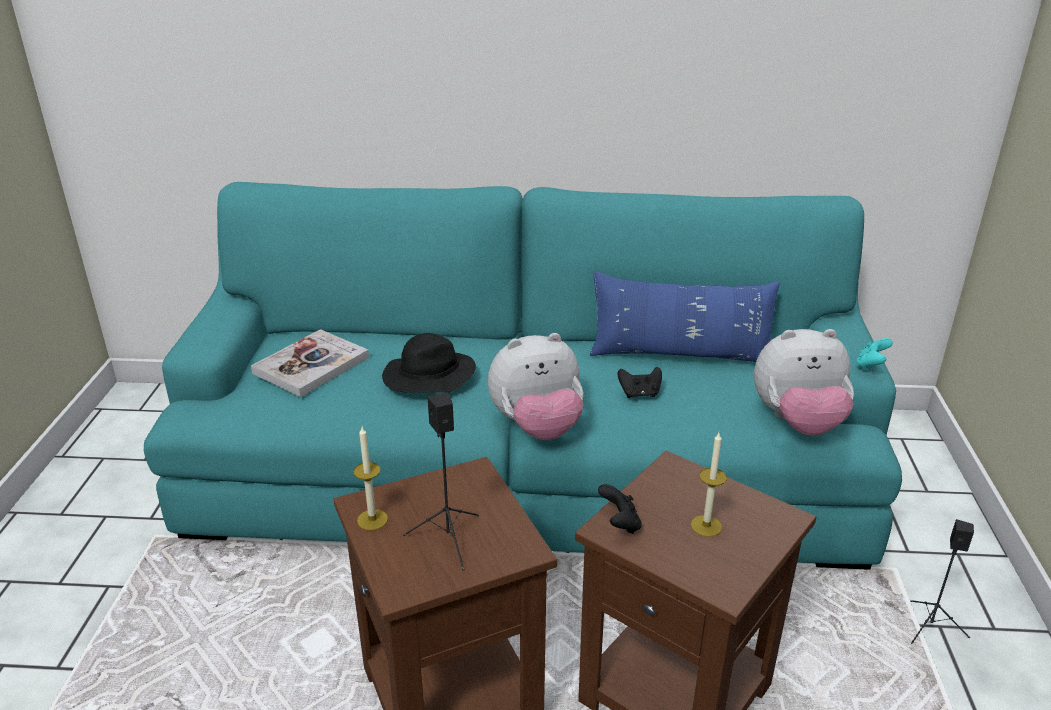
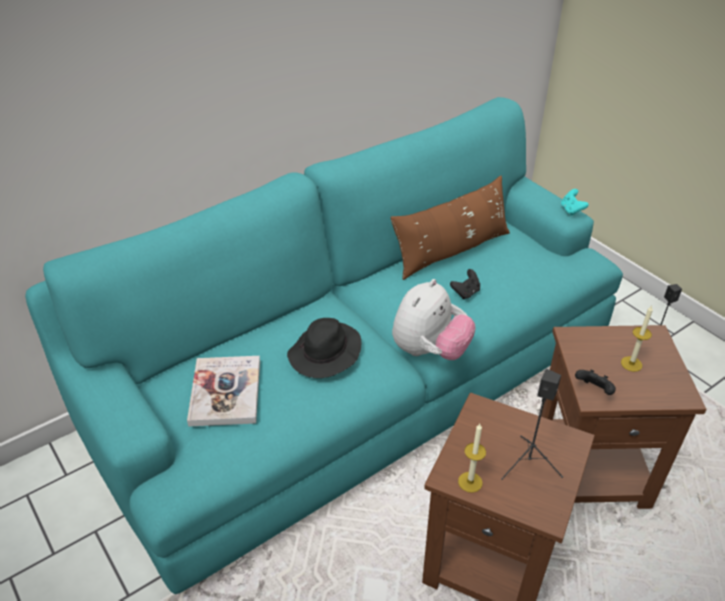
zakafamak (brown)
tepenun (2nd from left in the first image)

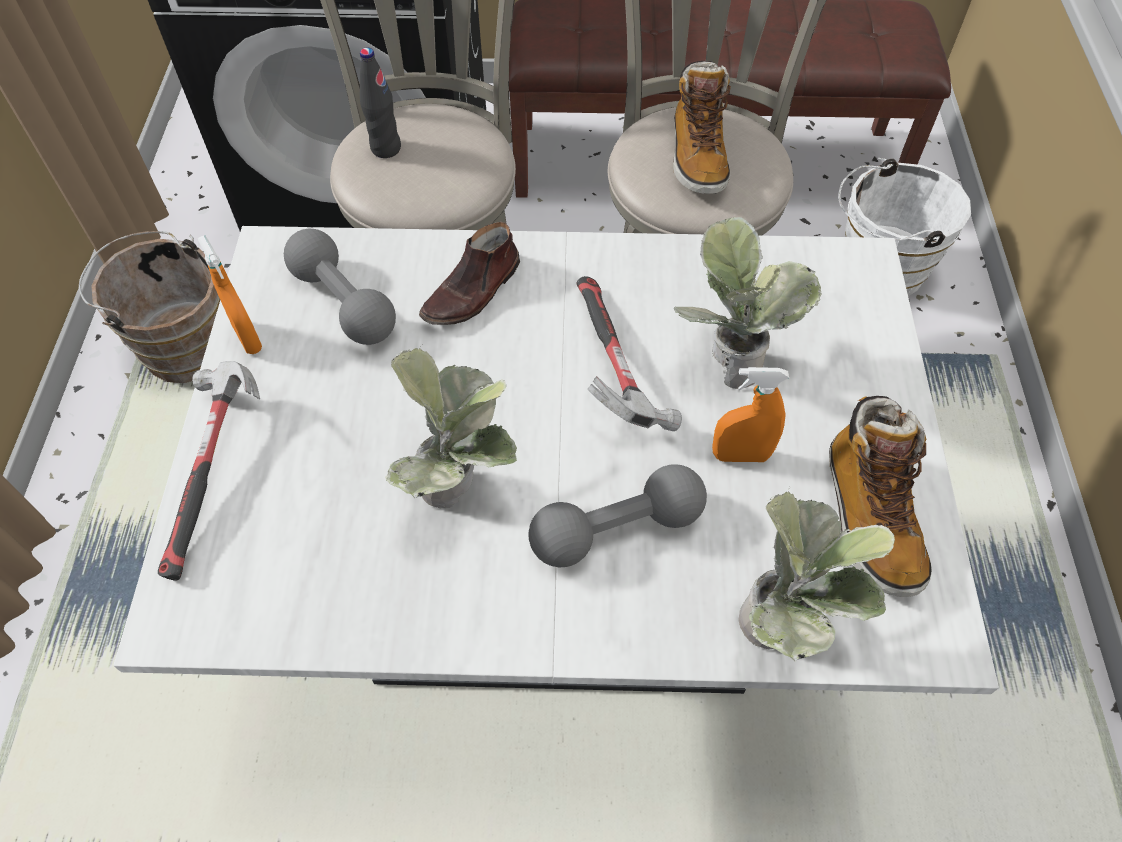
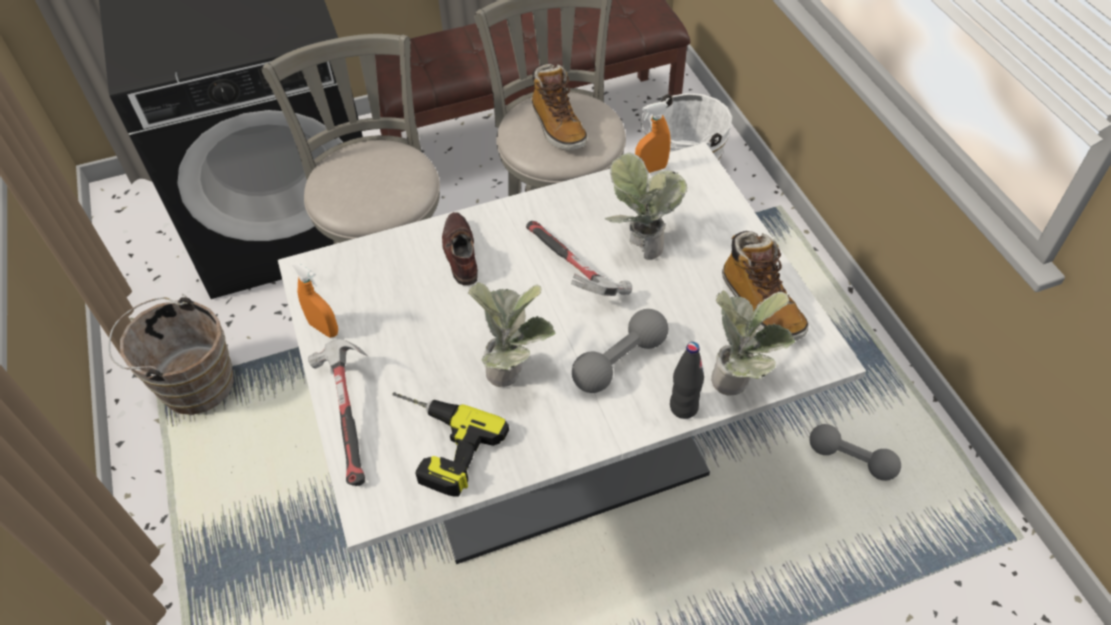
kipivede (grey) (2nd from left)
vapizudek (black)
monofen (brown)
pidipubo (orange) (2nd from left)
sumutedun

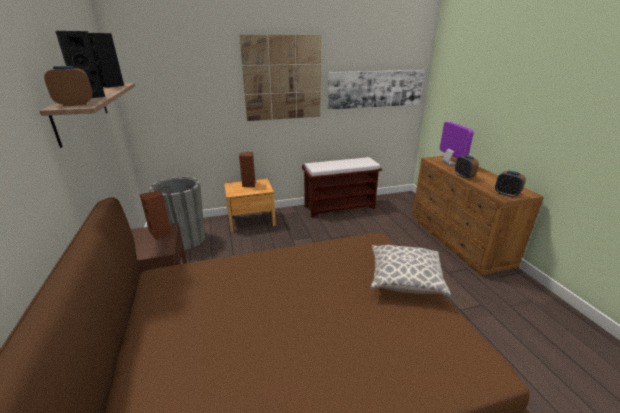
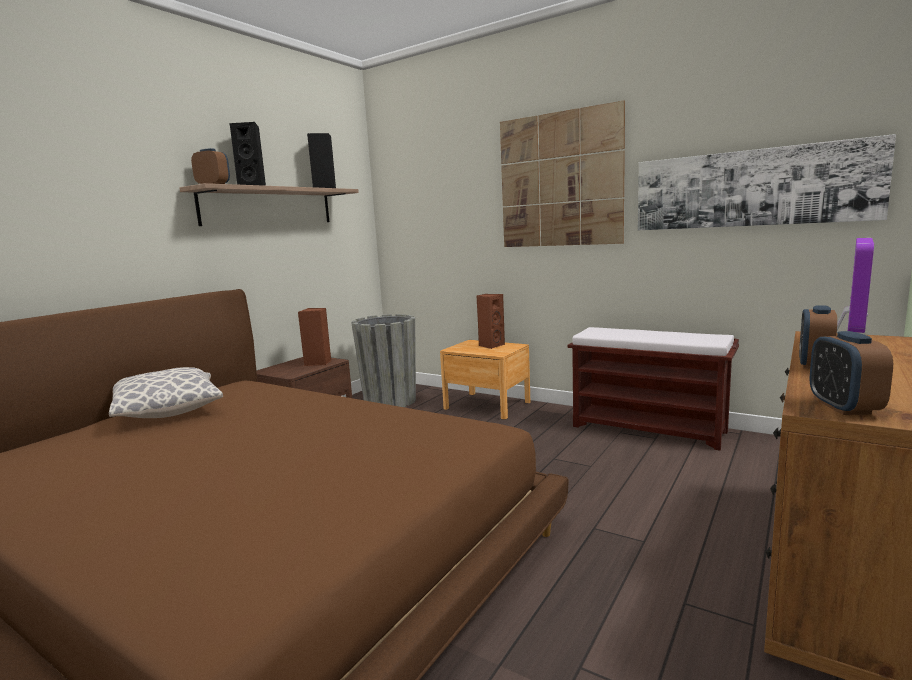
zakafamak

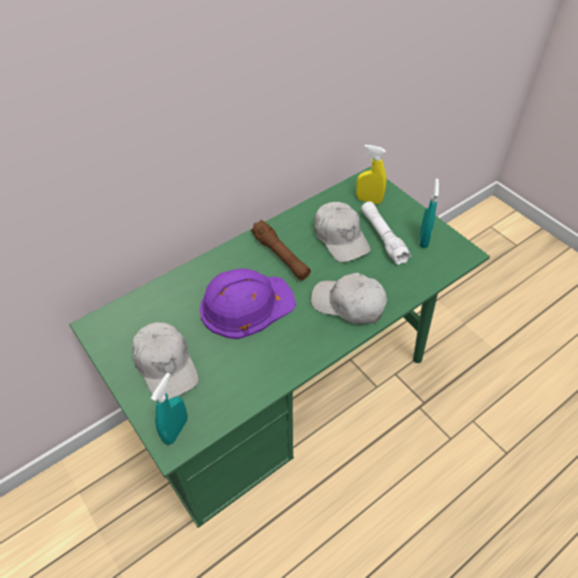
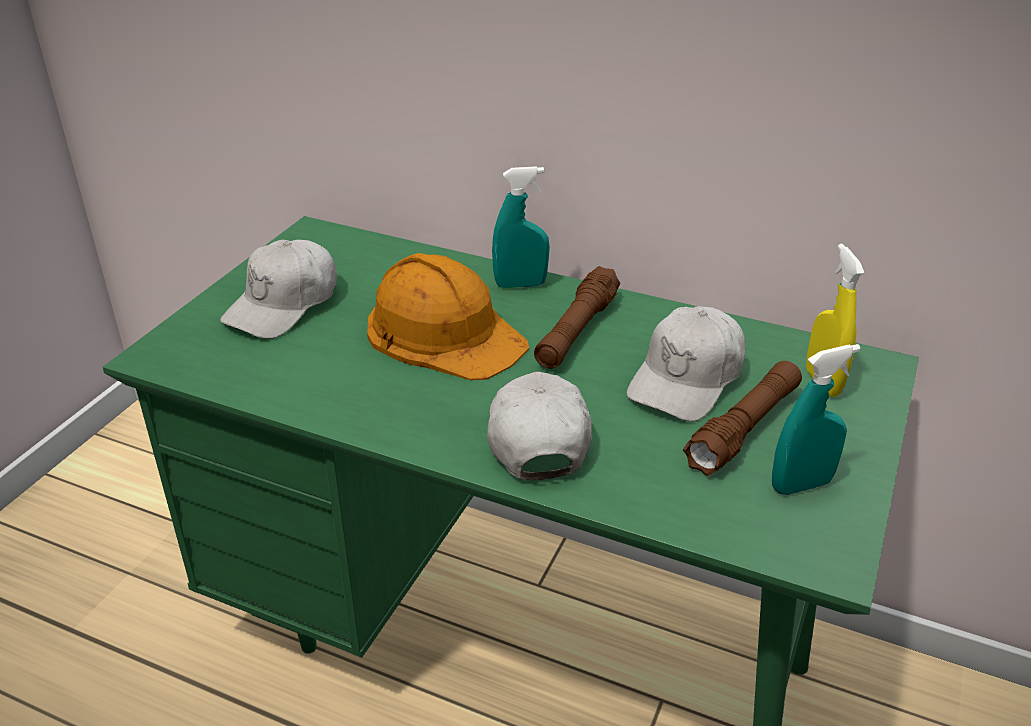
pidipubo (turquoise) (1st from left)
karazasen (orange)
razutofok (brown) (2nd from left)

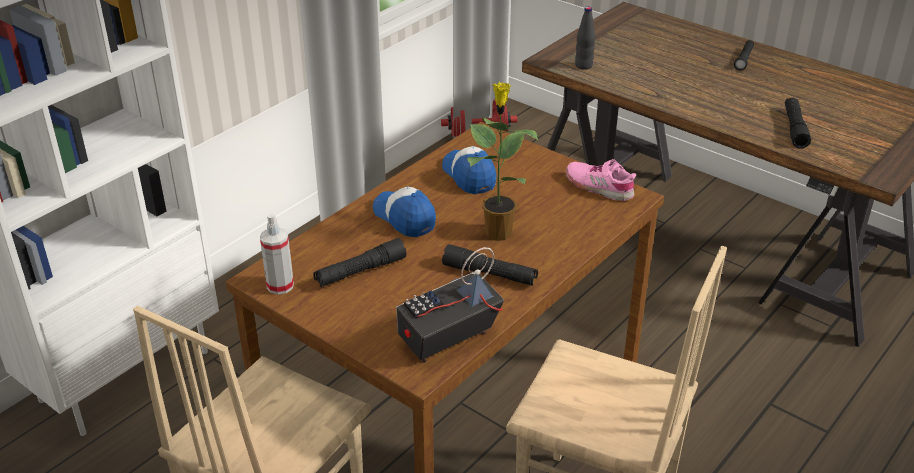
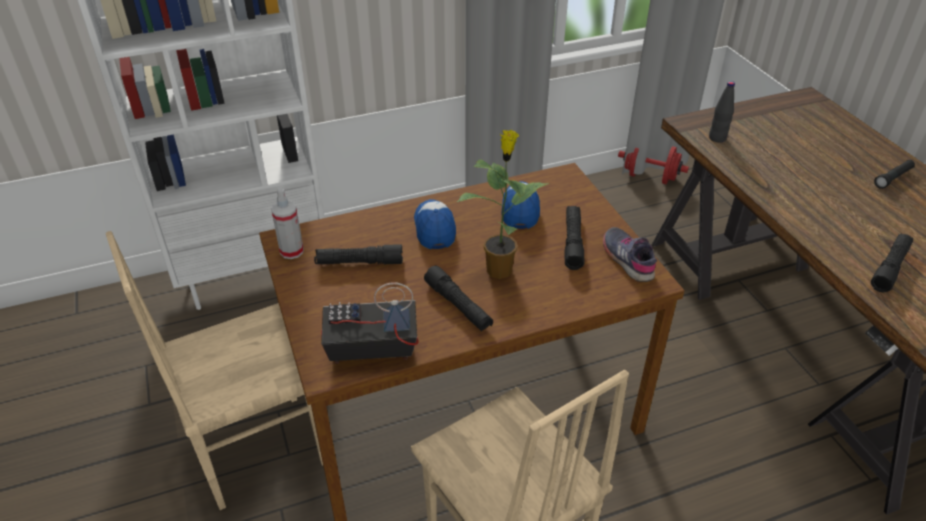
monofen (grey)
razutofok (black) (3rd from left)

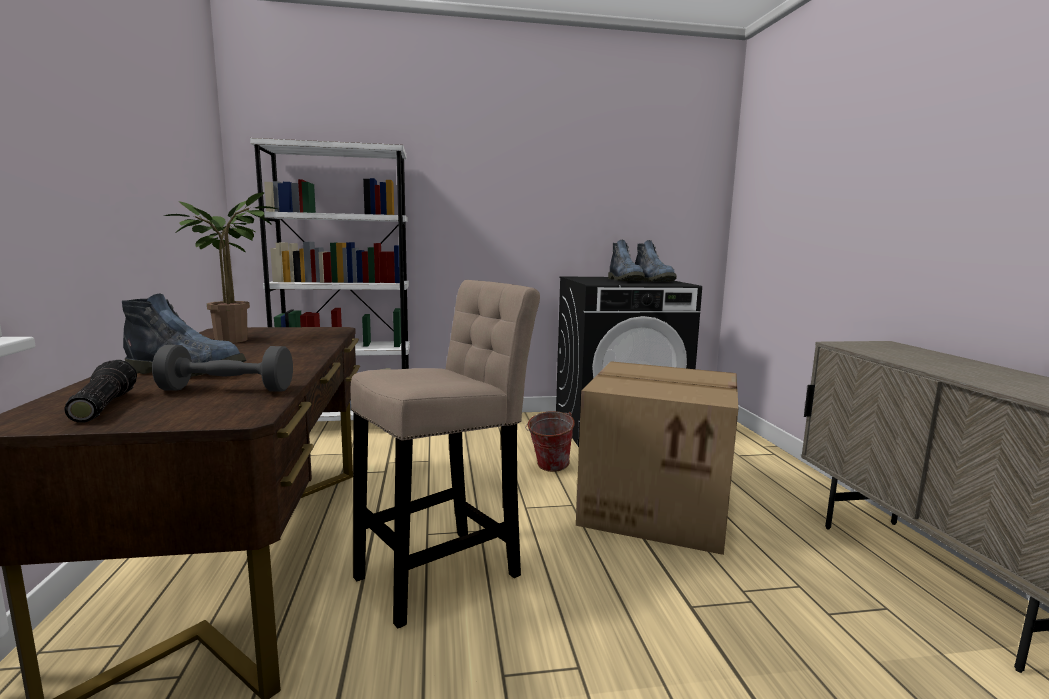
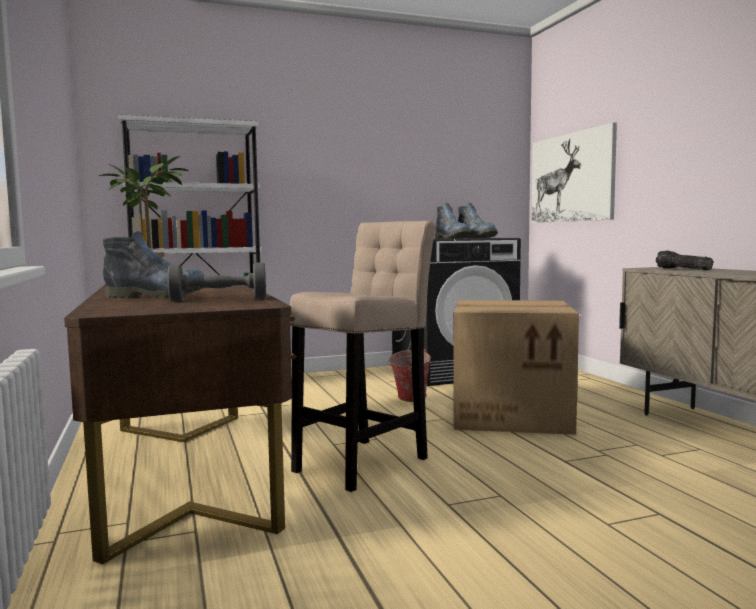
razutofok
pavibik

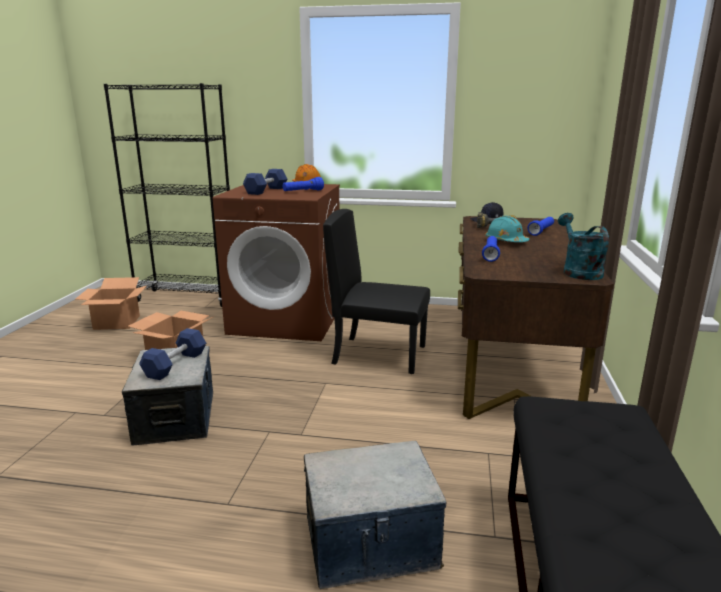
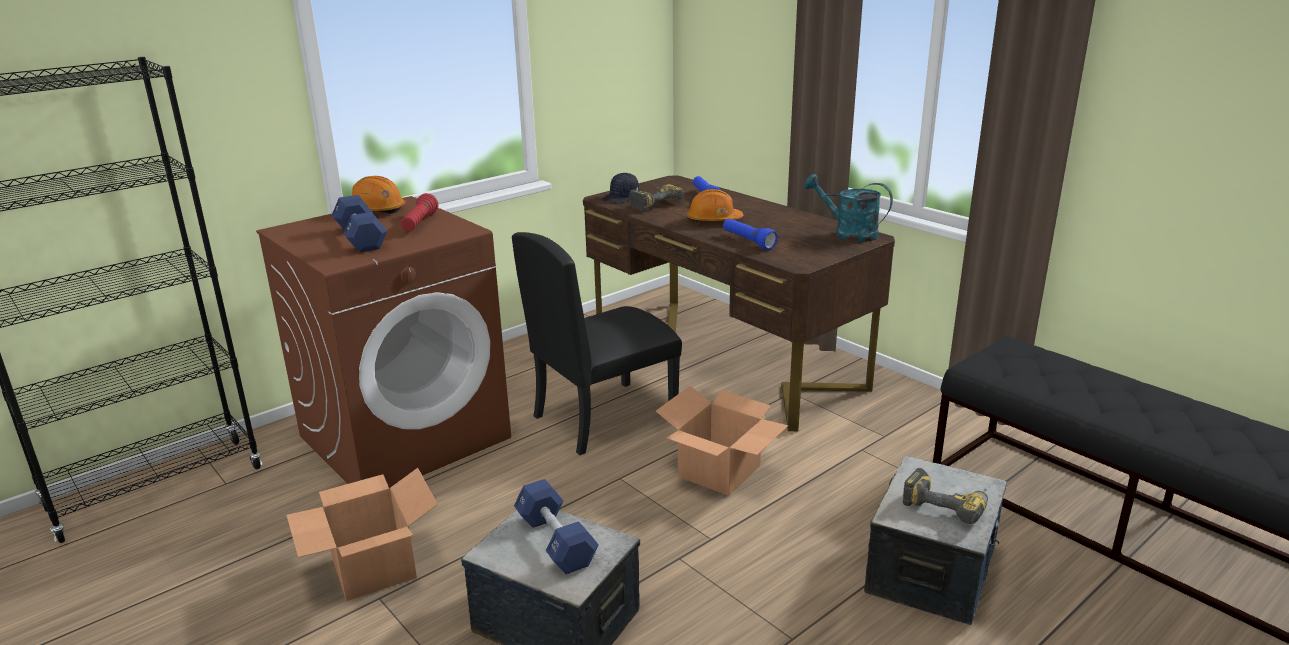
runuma (2nd from left)
razutofok (red)
karazasen (orange) (2nd from left)
sumutedun (2nd from left)

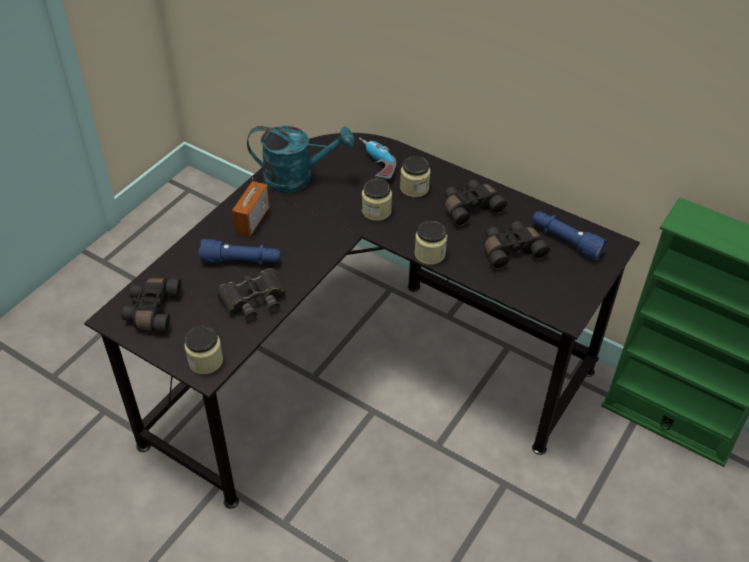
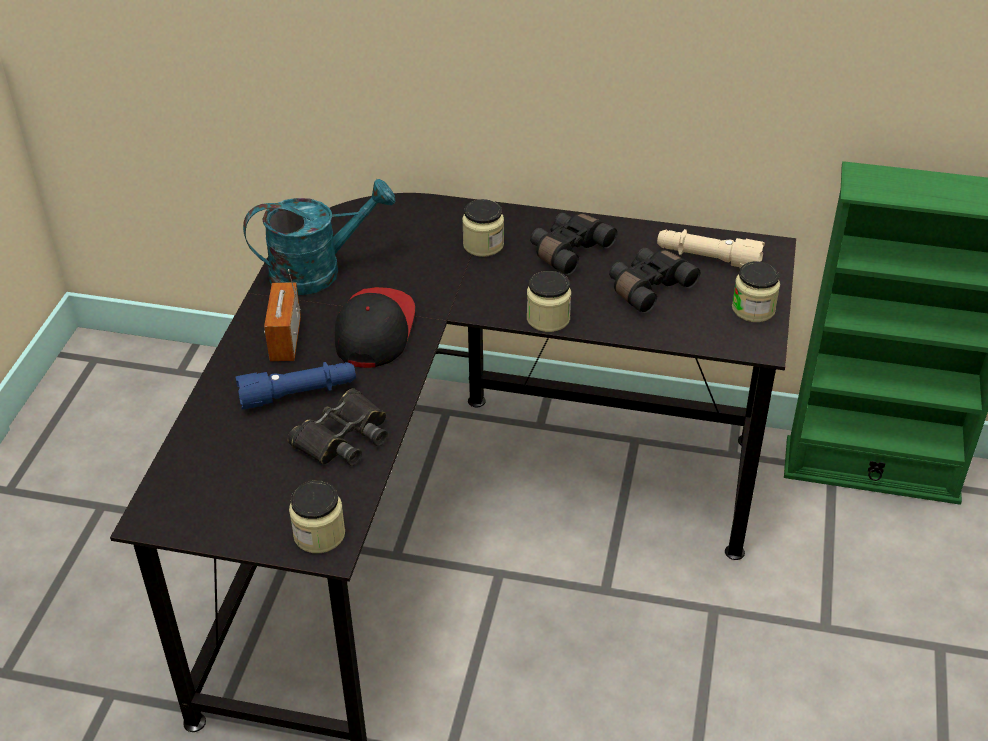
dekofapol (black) (1st from left in the first image)
sumutedun
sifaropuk (4th from left)
razutofok (beige)
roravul

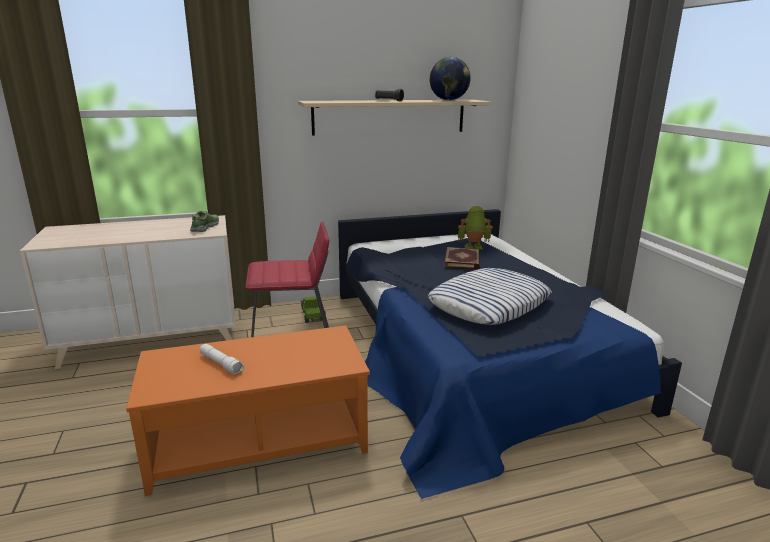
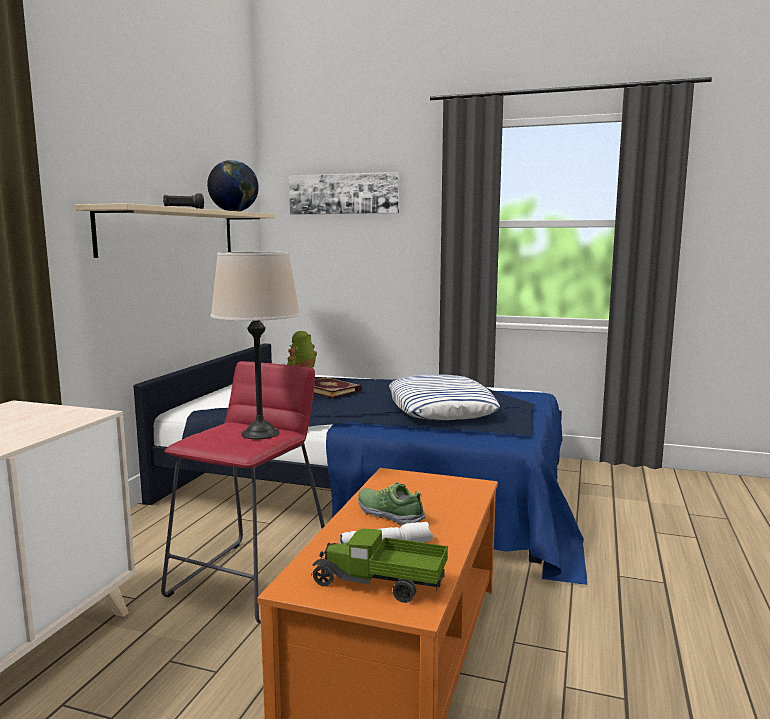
monofen
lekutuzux
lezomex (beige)
pavibik

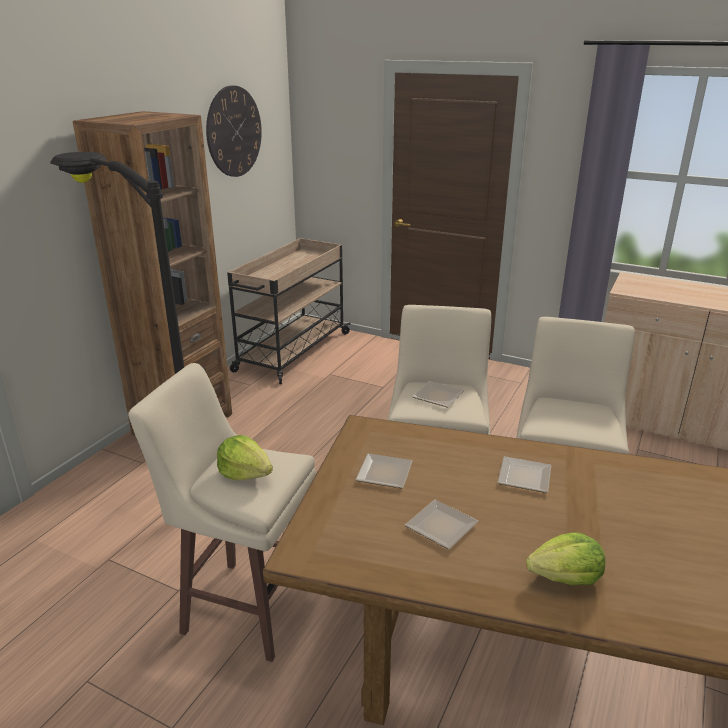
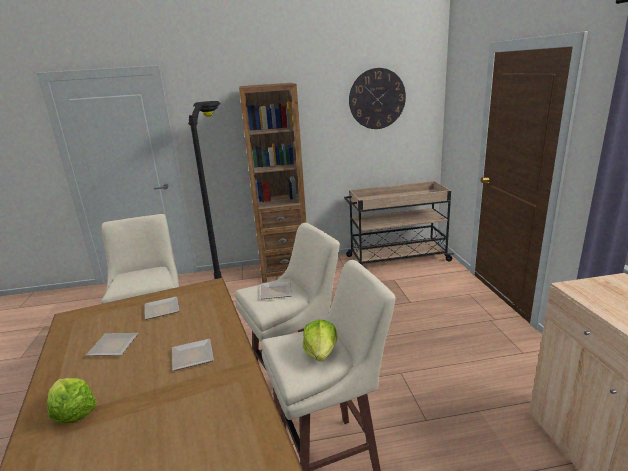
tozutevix (2nd from left)

